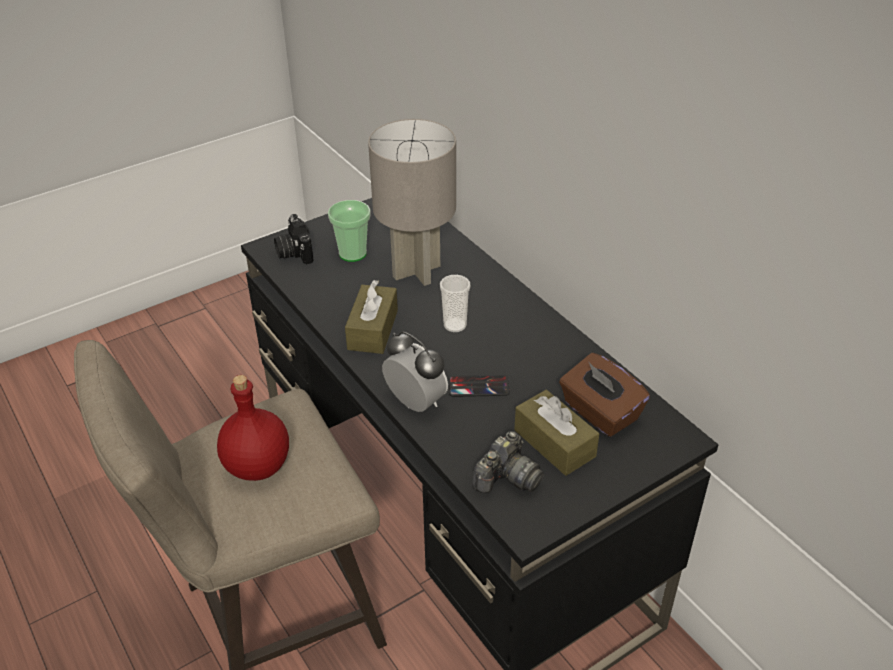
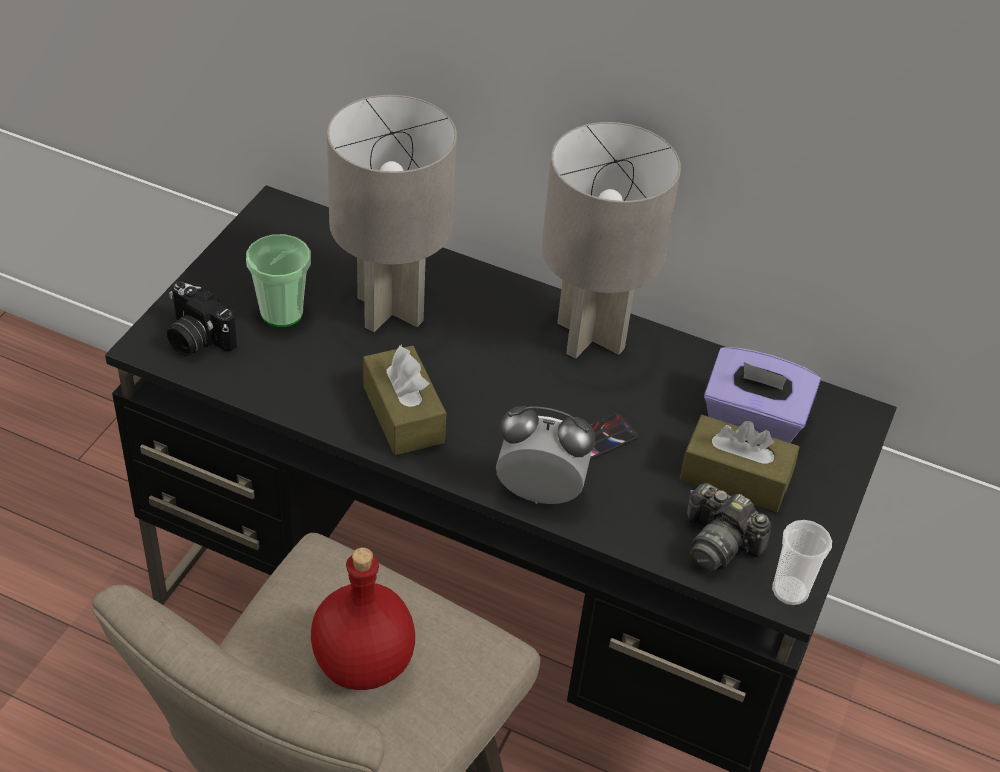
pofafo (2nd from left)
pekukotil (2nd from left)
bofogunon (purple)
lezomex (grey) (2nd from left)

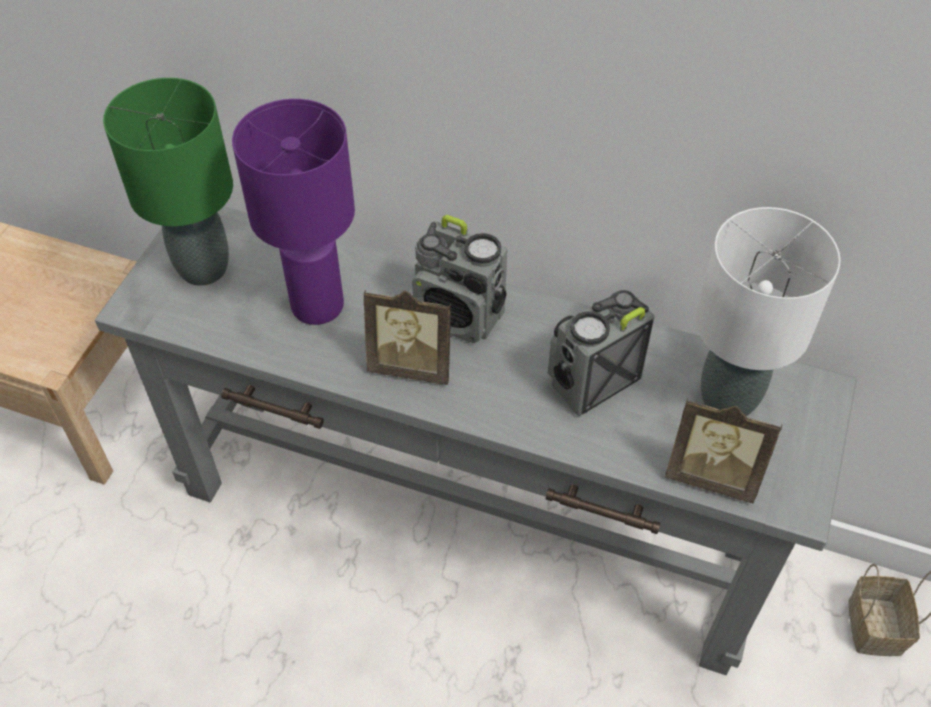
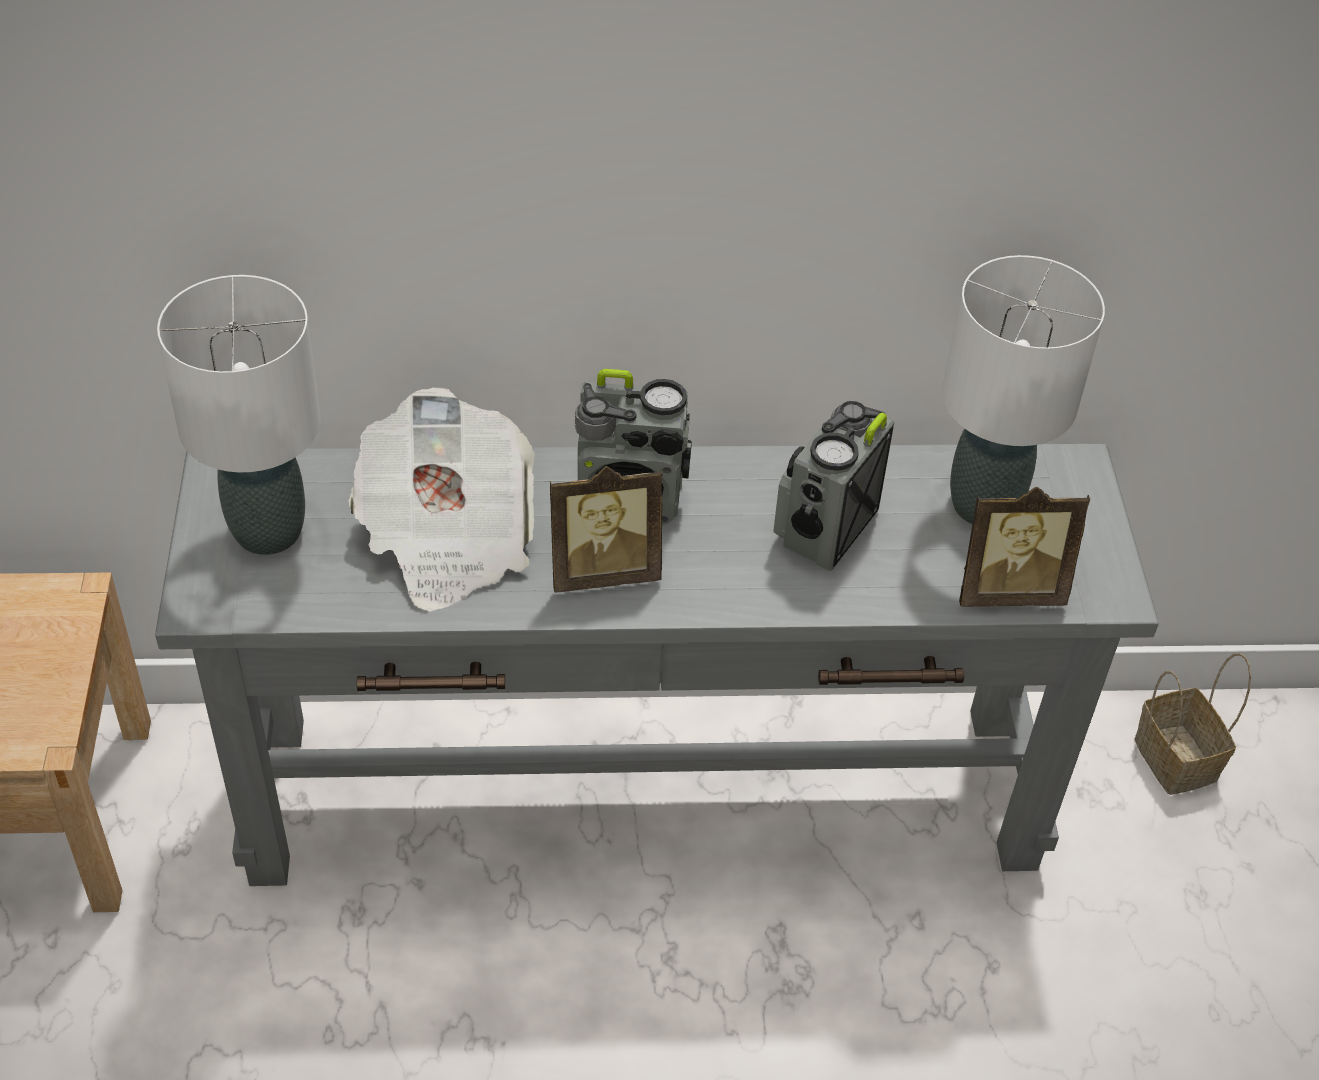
lezomex (white) (1st from left)
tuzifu

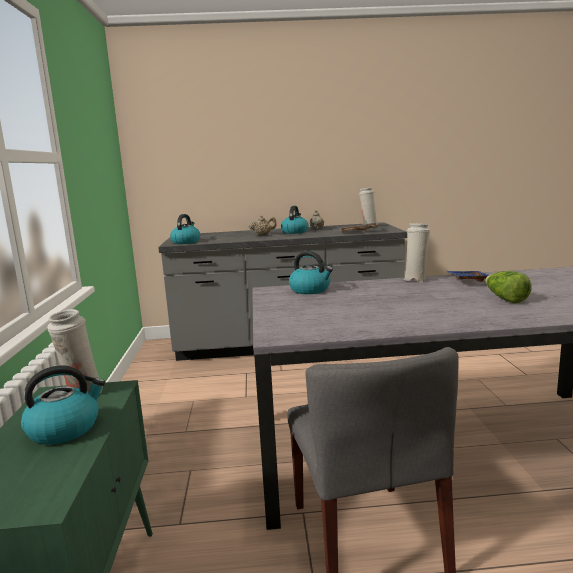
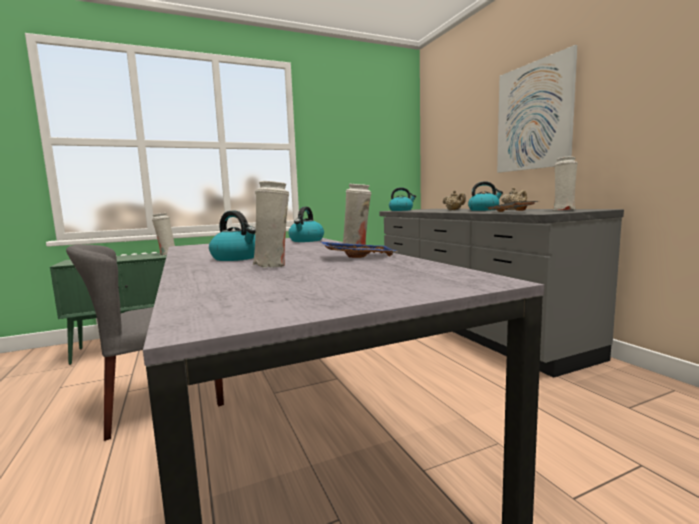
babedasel (1st from left)
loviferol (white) (2nd from left)
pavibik

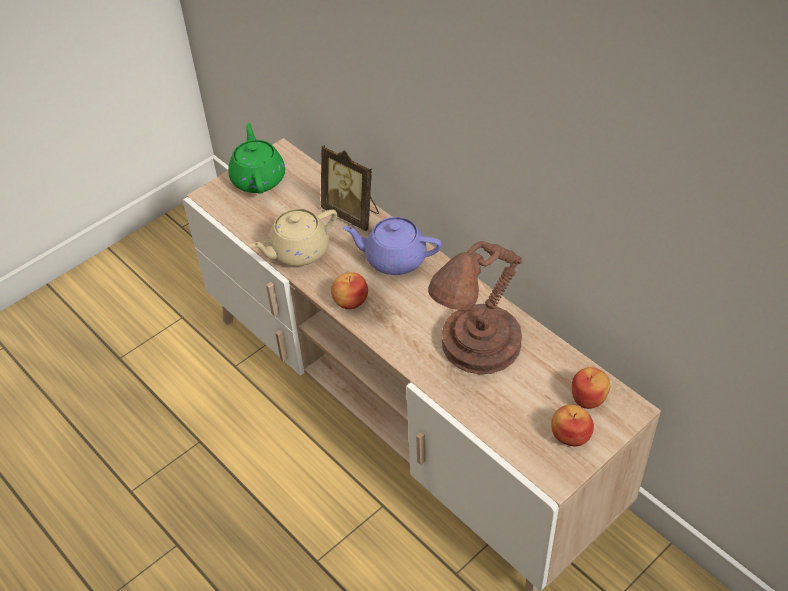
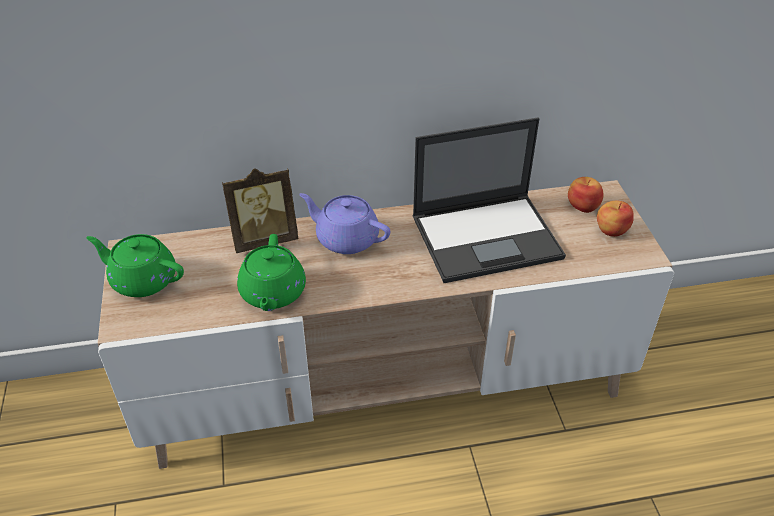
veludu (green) (2nd from left)
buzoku (1st from left in the first image)
veludu (purple)
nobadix

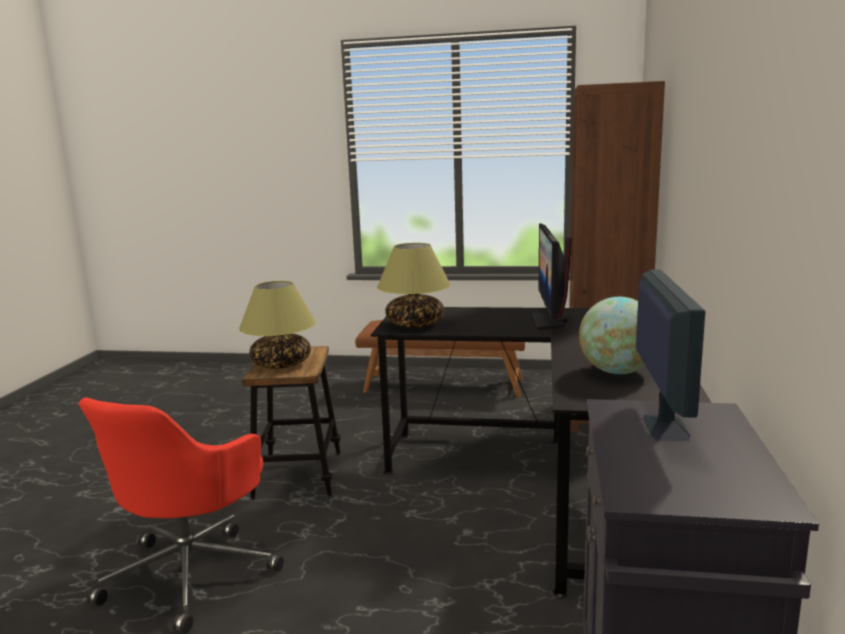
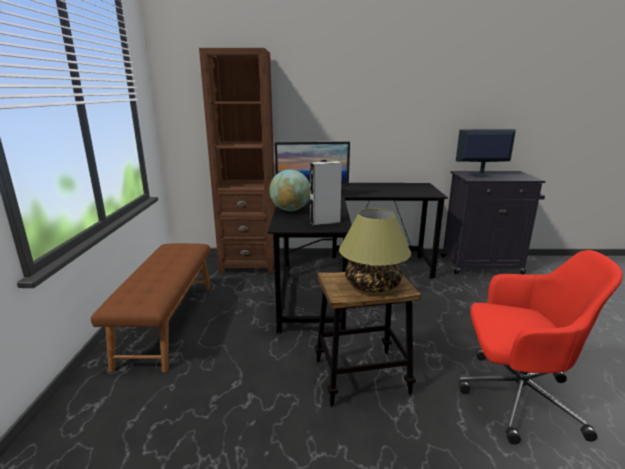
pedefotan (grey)
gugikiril

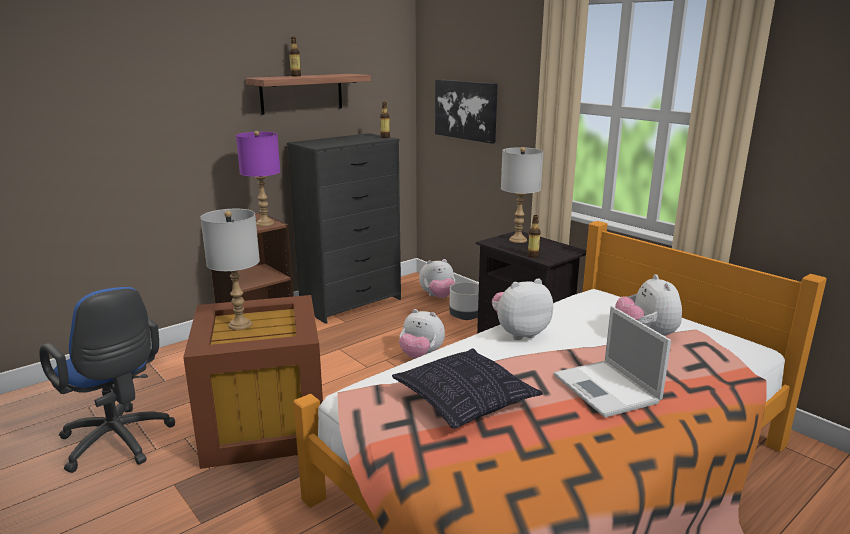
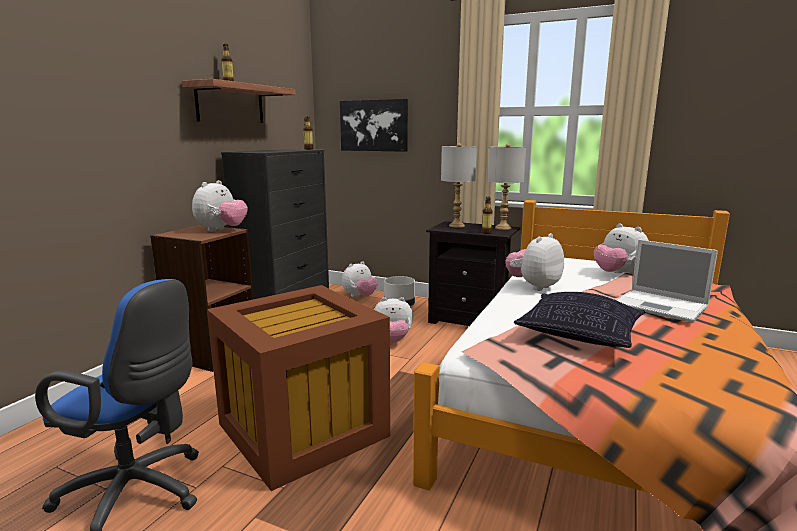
lezomex (grey) (2nd from left)
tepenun (1st from left)

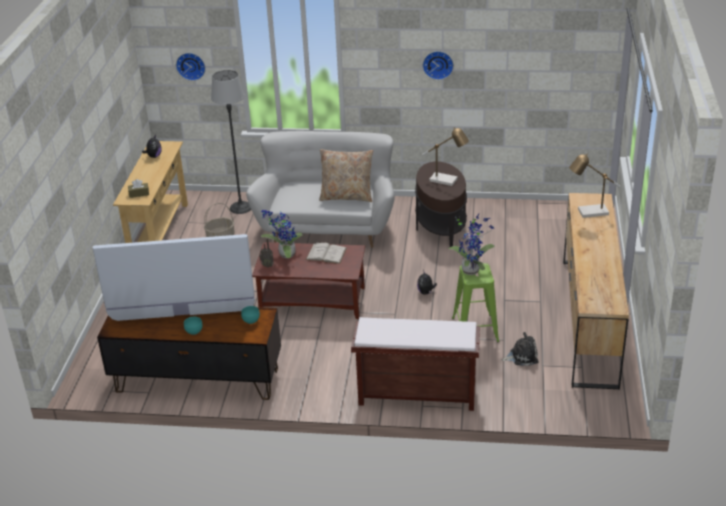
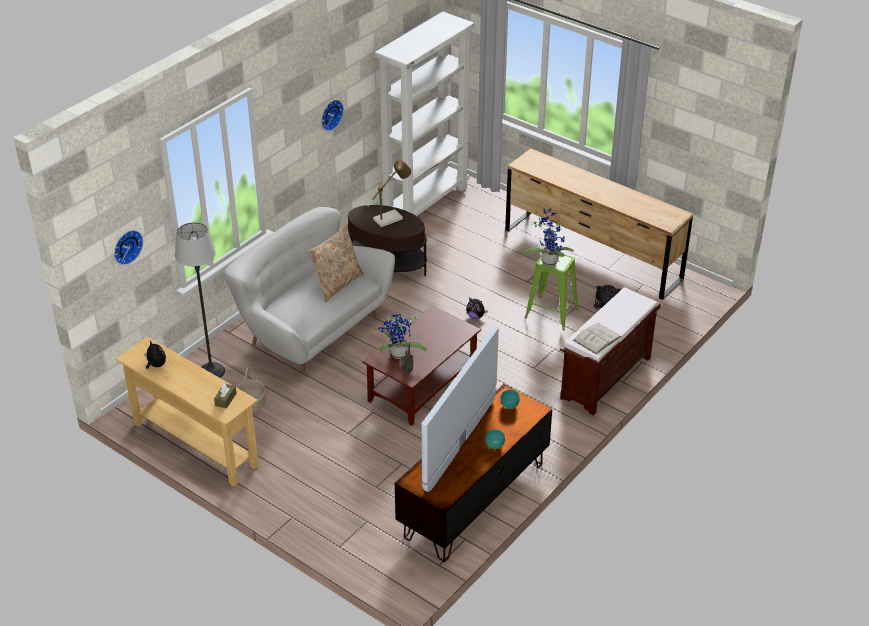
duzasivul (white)
lezomex (2nd from left in the first image)
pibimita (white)

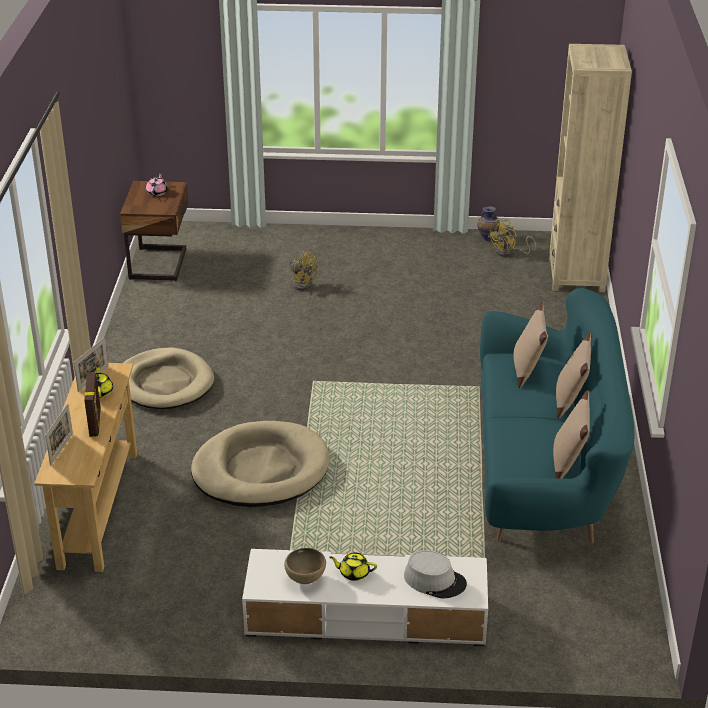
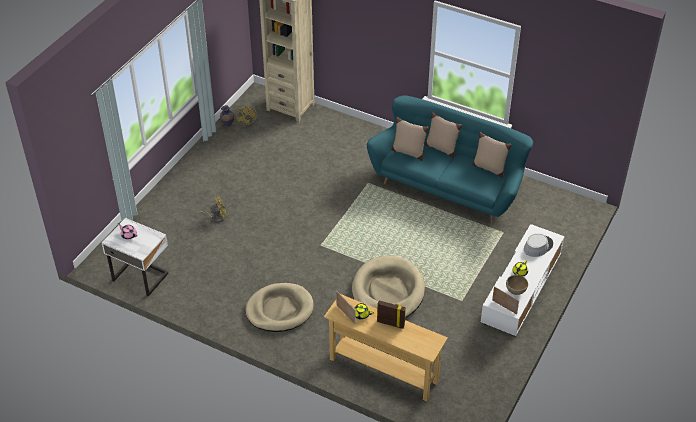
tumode (3rd from left)
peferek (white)

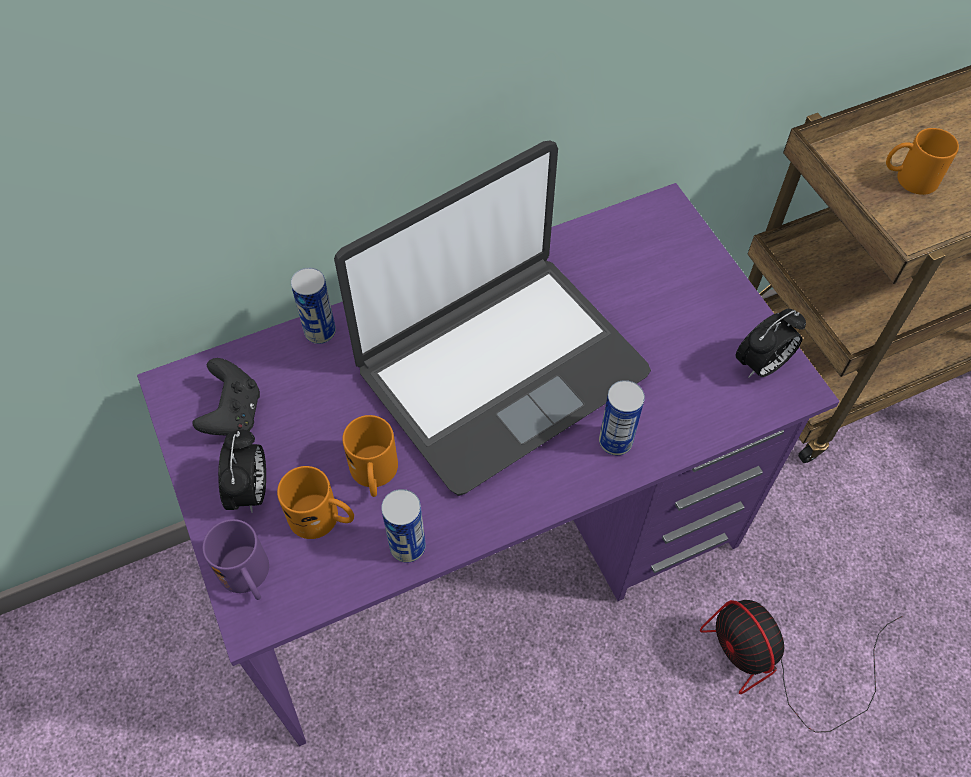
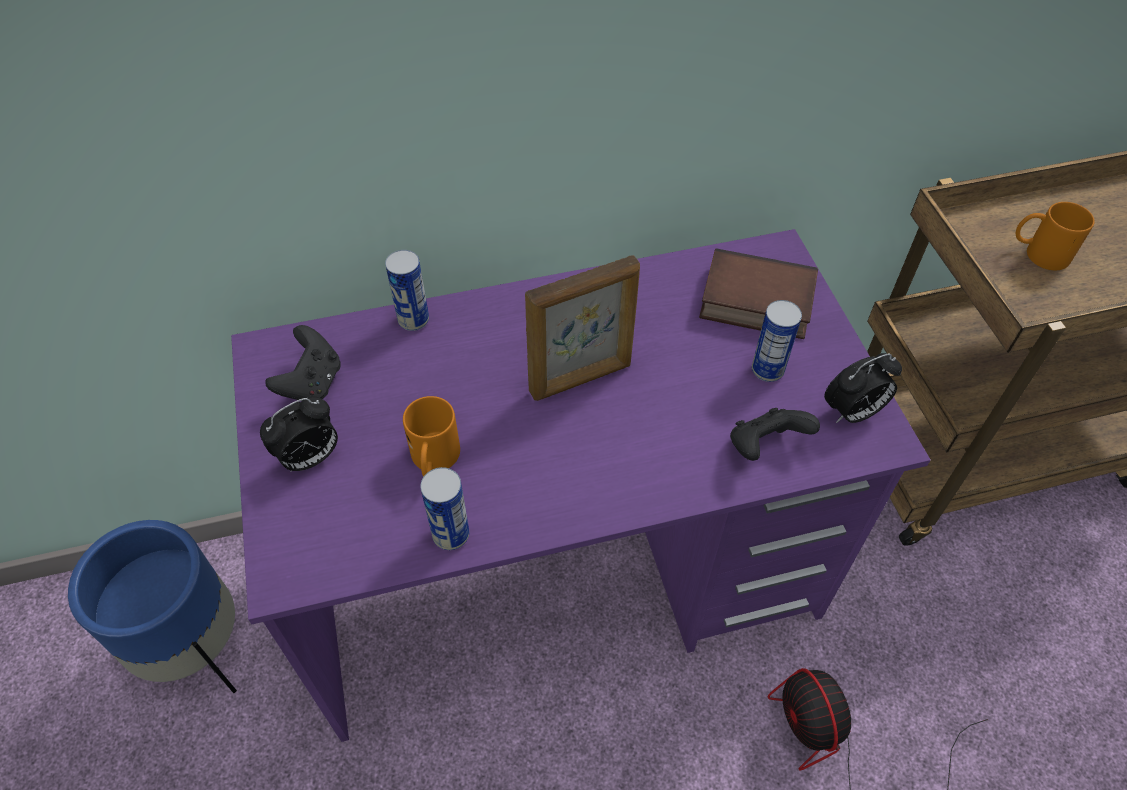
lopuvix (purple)
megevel (1st from left)
lopuvix (orange) (1st from left in the first image)
tumode
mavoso (3rd from left)
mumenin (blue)
duzasivul
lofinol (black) (2nd from left)

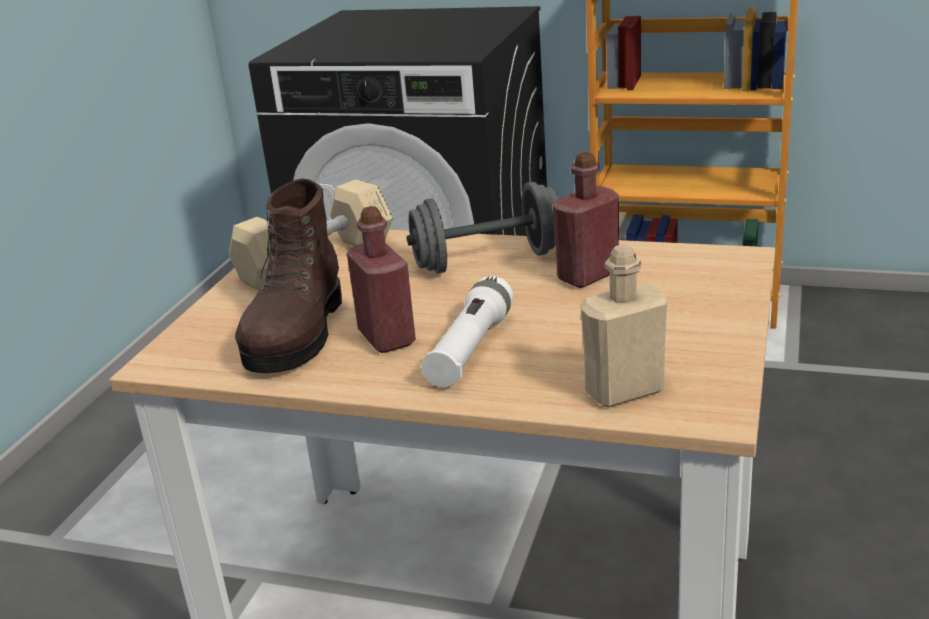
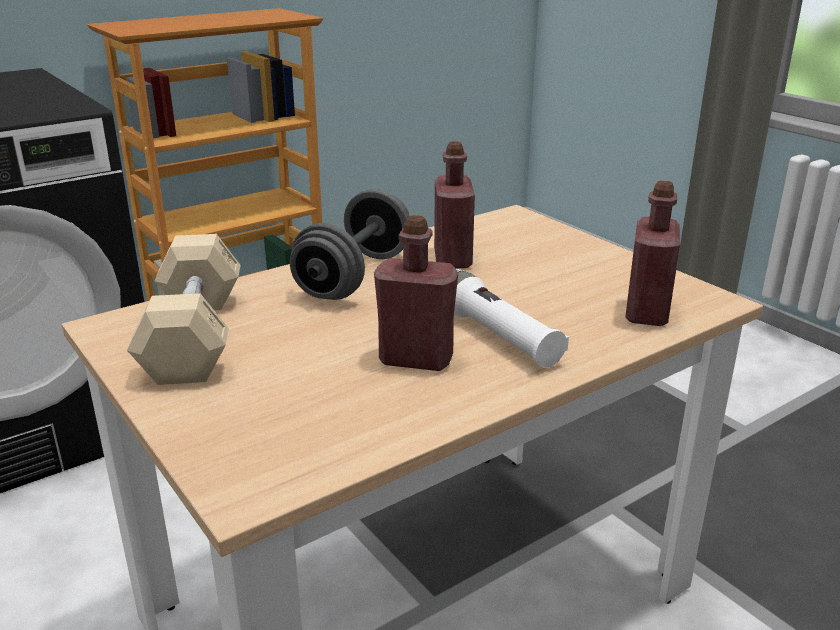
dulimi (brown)
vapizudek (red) (3rd from left)

